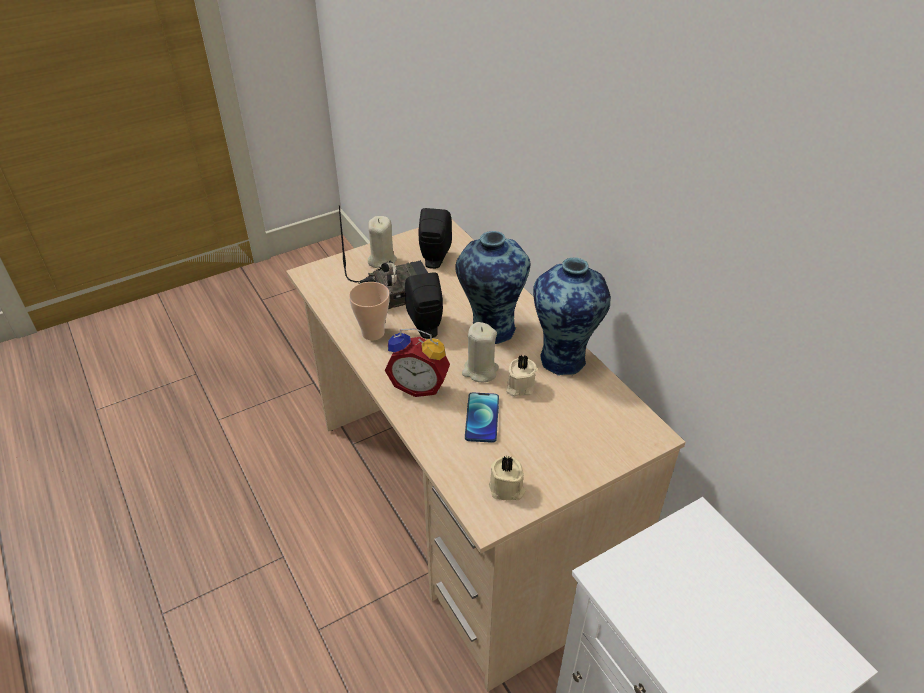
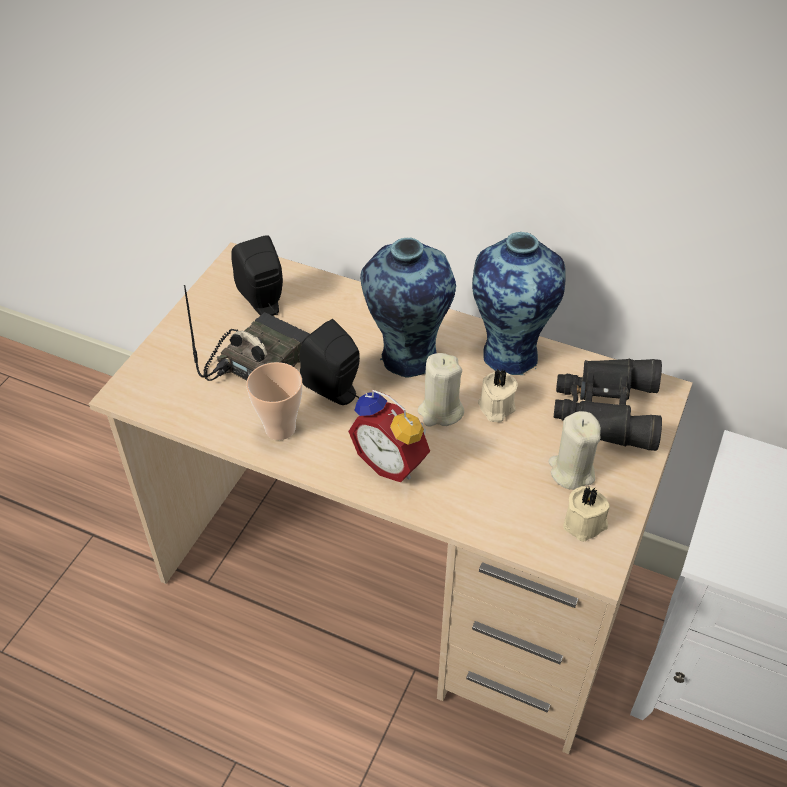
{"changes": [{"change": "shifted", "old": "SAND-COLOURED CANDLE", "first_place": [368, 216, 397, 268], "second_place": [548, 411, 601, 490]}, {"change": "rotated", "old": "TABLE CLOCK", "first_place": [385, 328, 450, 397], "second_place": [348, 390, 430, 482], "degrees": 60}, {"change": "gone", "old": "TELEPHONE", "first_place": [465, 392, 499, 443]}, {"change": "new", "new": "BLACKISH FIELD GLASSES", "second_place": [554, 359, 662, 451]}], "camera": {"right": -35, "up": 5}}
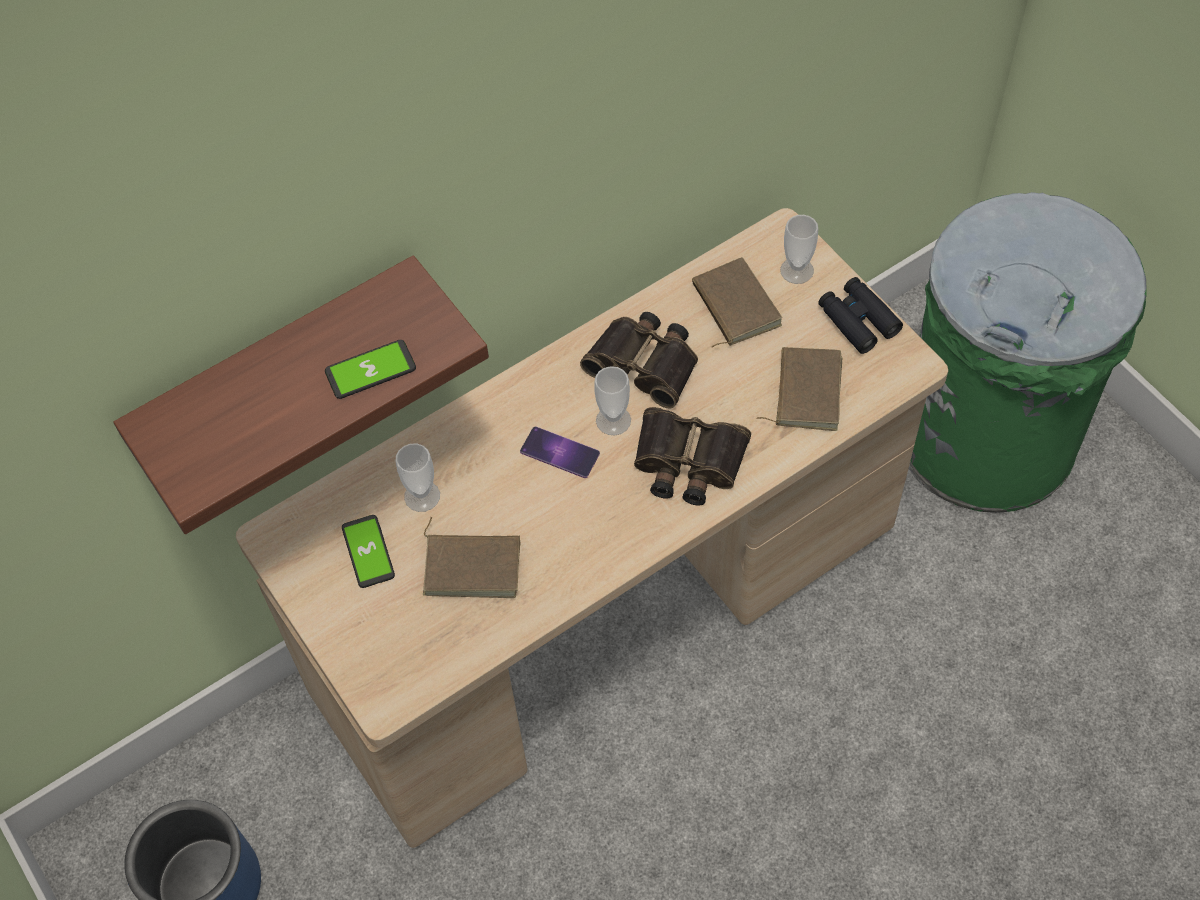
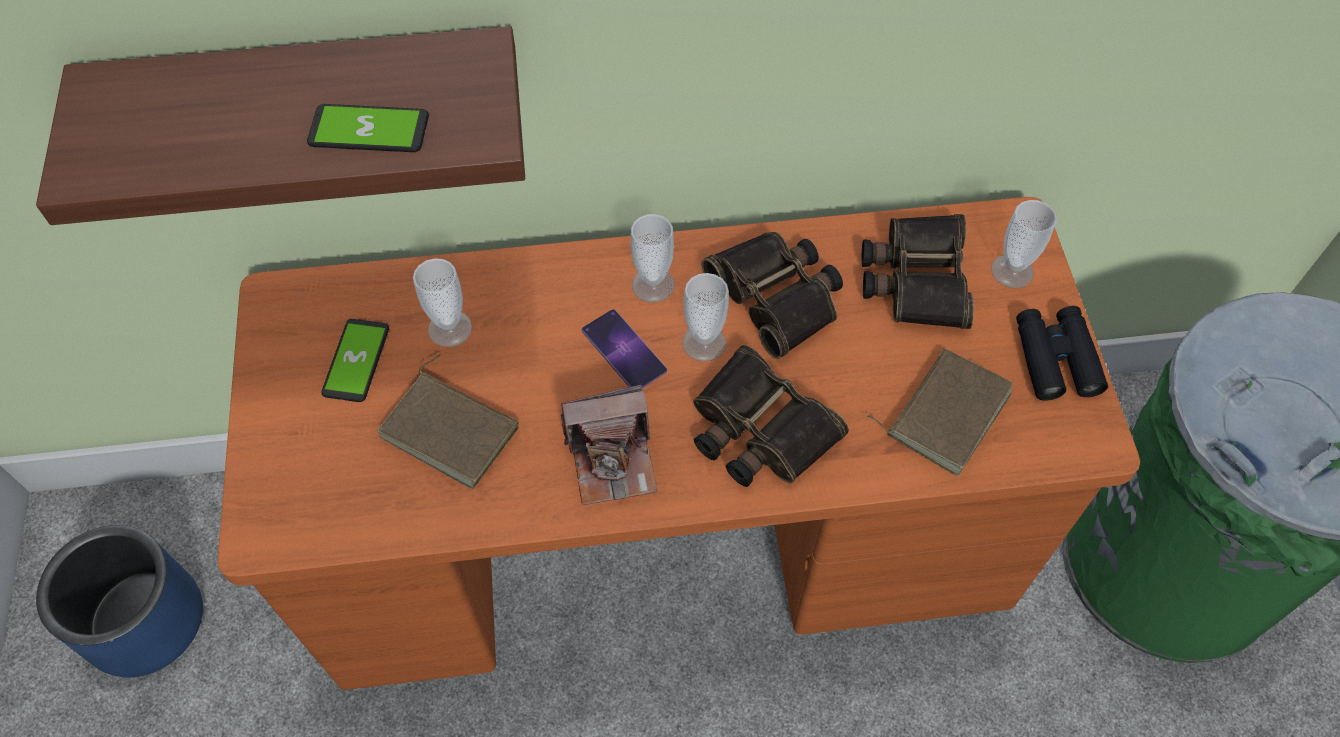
{"changes": [{"change": "repainted", "old": "SAND-COLOURED DESK TABLE", "new": "ORANGE-COLOURED DESK TABLE", "first_place": [236, 208, 948, 848], "second_place": [218, 197, 1140, 690]}, {"change": "swapped", "old": "BROWN-COLOURED BOOK", "new": "FIELD GLASSES", "first_place": [692, 257, 782, 348], "second_place": [862, 214, 974, 329]}, {"change": "new", "new": "DRINKING CUP", "second_place": [631, 214, 674, 303]}, {"change": "new", "new": "STILL CAMERA", "second_place": [561, 385, 658, 505]}], "camera": {"right": 25, "up": 0}}
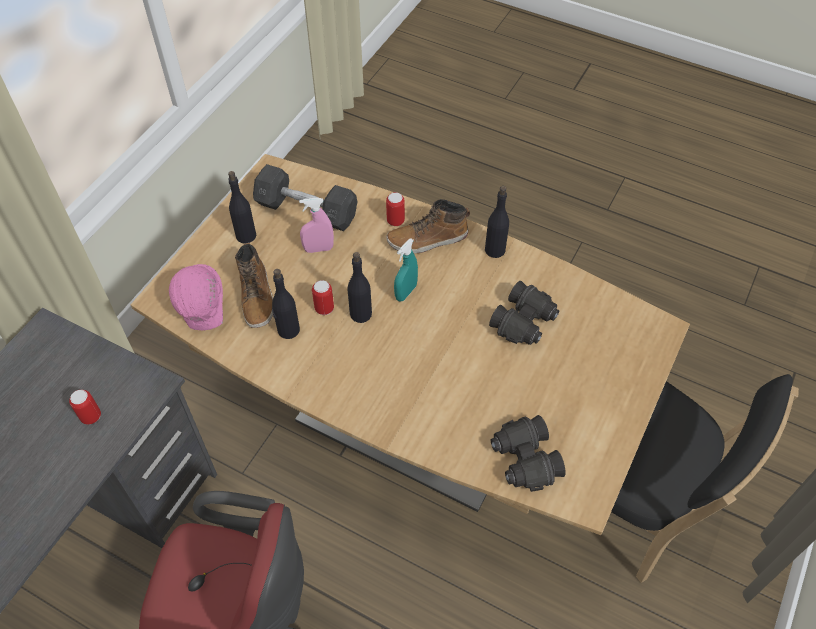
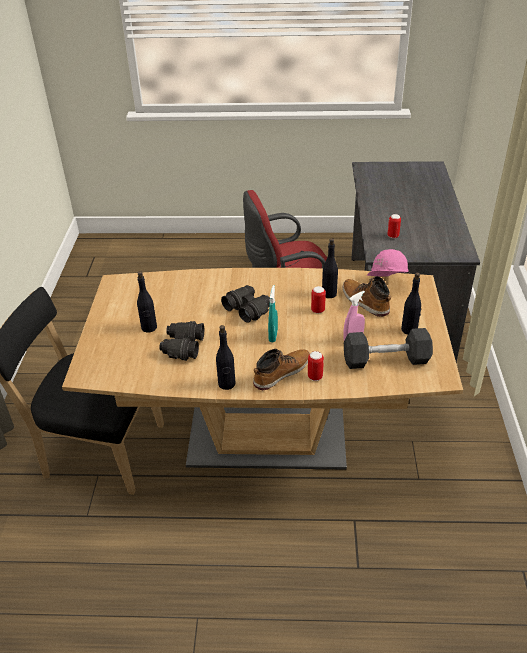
{"changes": [{"change": "shifted", "old": "BLACKISH BOTTLE", "first_place": [348, 252, 372, 323], "second_place": [137, 271, 157, 332]}, {"change": "shifted", "old": "BLACKISH FIELD GLASSES", "first_place": [491, 415, 566, 492], "second_place": [221, 285, 270, 323]}], "camera": {"right": 155, "up": -15}}
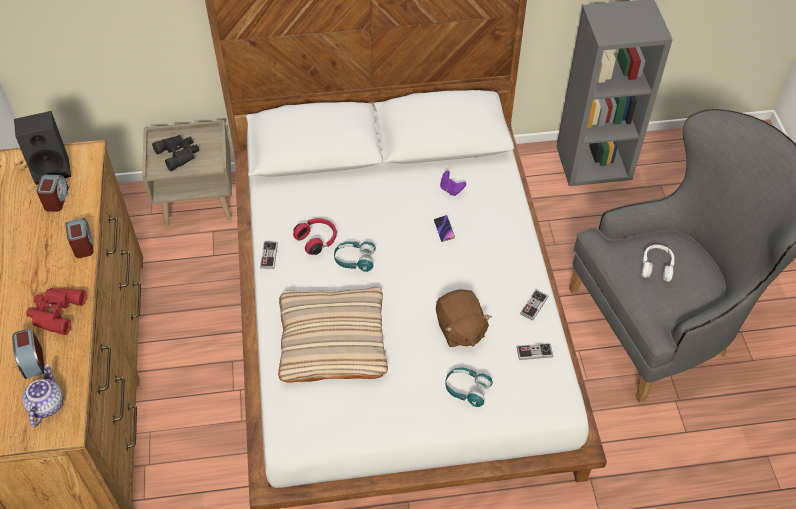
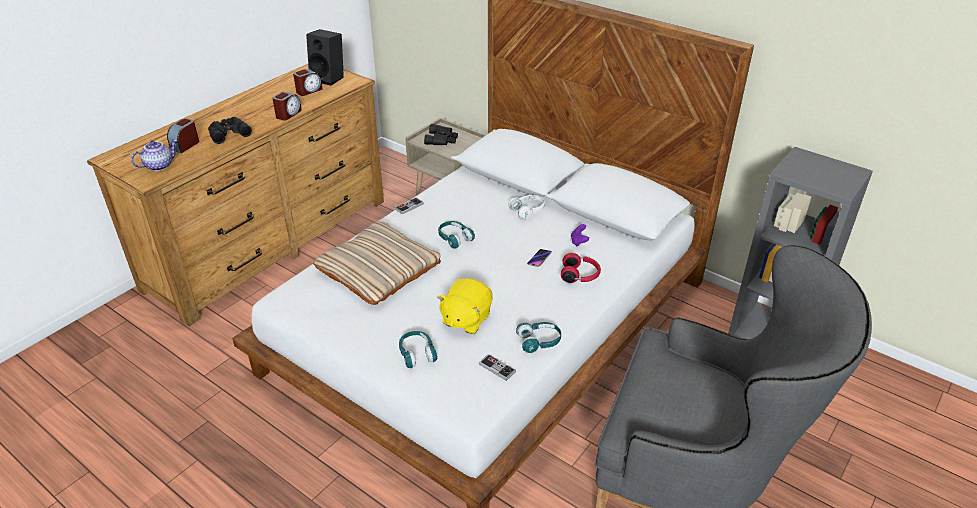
{"changes": [{"change": "shifted", "old": "RED HEADSET", "first_place": [293, 218, 337, 255], "second_place": [561, 253, 601, 283]}, {"change": "shifted", "old": "WHITISH HEADSET", "first_place": [642, 245, 675, 282], "second_place": [508, 195, 545, 219]}, {"change": "repainted", "old": "RED FIELD GLASSES", "new": "BLACKISH FIELD GLASSES", "first_place": [26, 288, 87, 335], "second_place": [208, 117, 252, 144]}, {"change": "repainted", "old": "BROWN-COLOURED SOFT TOY", "new": "YELLOW-COLOURED SOFT TOY", "first_place": [436, 289, 492, 347], "second_place": [437, 278, 493, 334]}, {"change": "swapped", "old": "GAME CONTROLLER", "new": "TURQUOISE-COLOURED HEADSET", "first_place": [520, 290, 549, 320], "second_place": [516, 322, 561, 353]}], "camera": {"right": 45, "up": -15}}
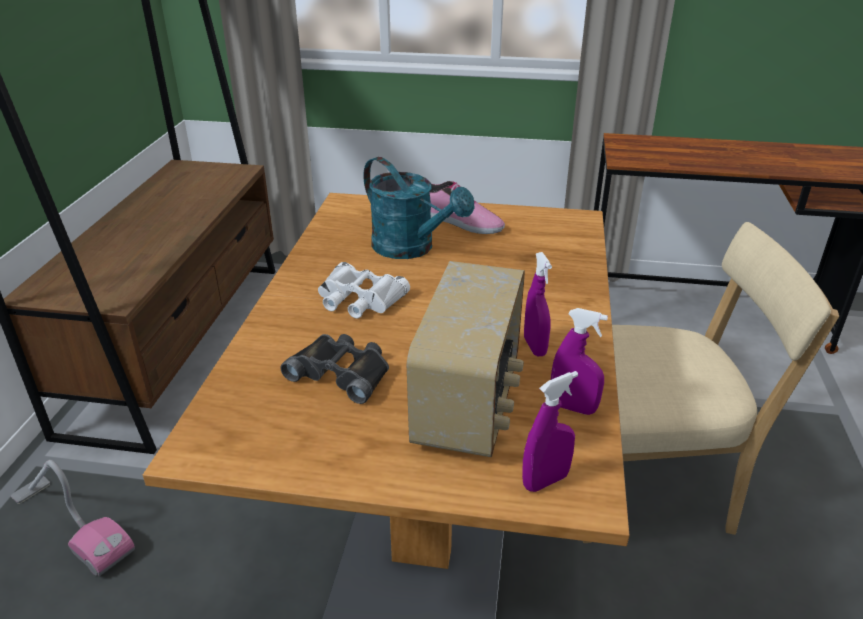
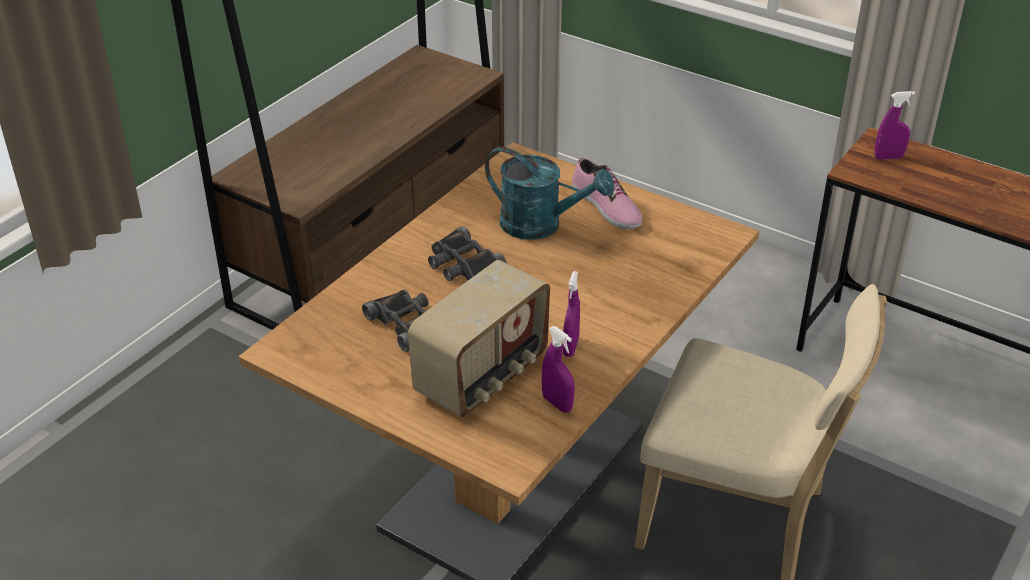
{"changes": [{"change": "rotated", "old": "TURQUOISE-COLOURED WATERING CAN", "first_place": [363, 157, 474, 259], "second_place": [485, 147, 614, 240], "degrees": -45}, {"change": "repainted", "old": "WHITISH FIELD GLASSES", "new": "BLACKISH FIELD GLASSES", "first_place": [318, 262, 410, 319], "second_place": [428, 226, 506, 281]}, {"change": "shifted", "old": "PURPLISH HAND SPRAYER", "first_place": [522, 371, 578, 492], "second_place": [875, 91, 915, 160]}, {"change": "gone", "old": "VACUUM", "first_place": [11, 460, 135, 576]}], "camera": {"right": 25, "up": 5}}
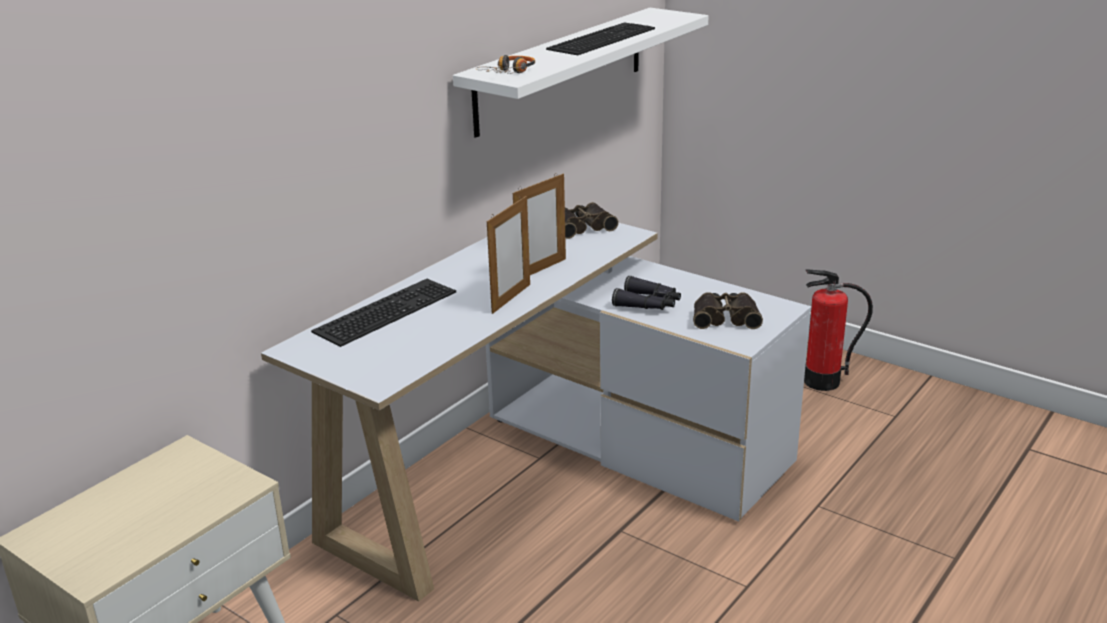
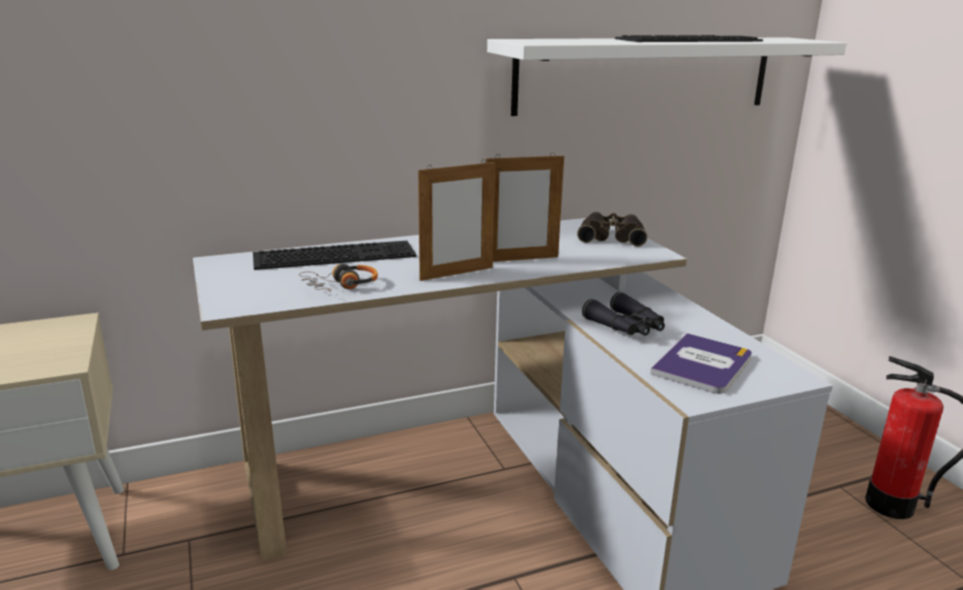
{"changes": [{"change": "shifted", "old": "HEADSET", "first_place": [476, 55, 535, 74], "second_place": [299, 264, 378, 292]}, {"change": "swapped", "old": "FIELD GLASSES", "new": "BOOK", "first_place": [693, 292, 763, 329], "second_place": [650, 333, 752, 394]}], "camera": {"right": 30, "up": -5}}
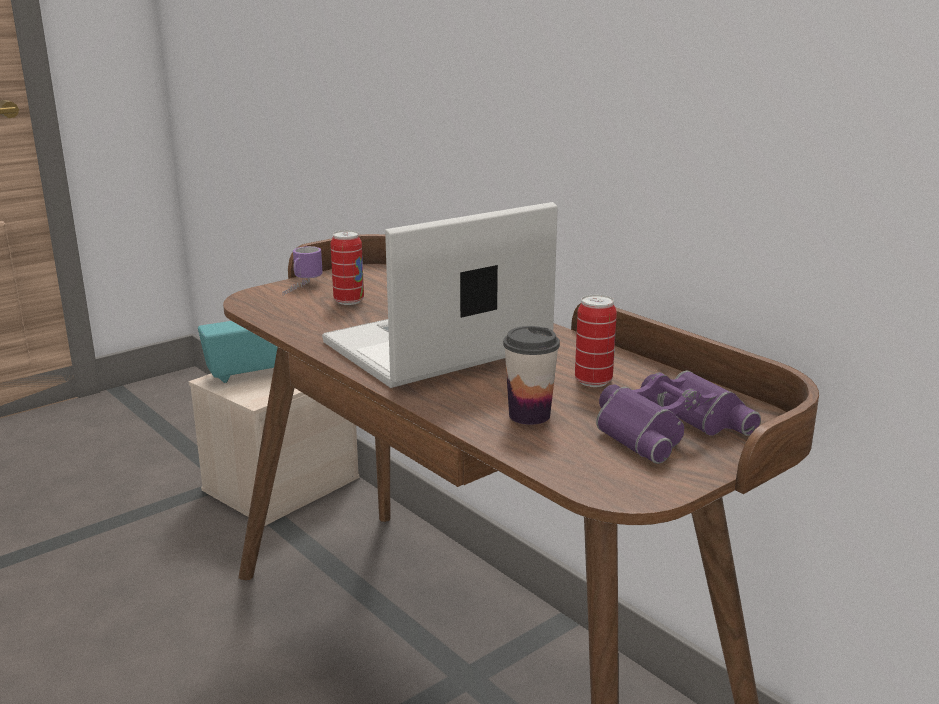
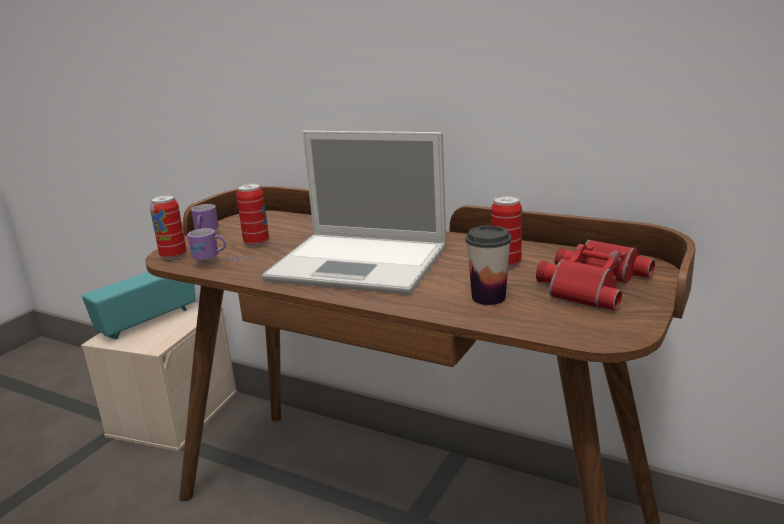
{"changes": [{"change": "rotated", "old": "NOTEBOOK COMPUTER", "first_place": [322, 202, 558, 388], "second_place": [262, 131, 446, 295], "degrees": -105}, {"change": "repainted", "old": "PURPLISH FIELD GLASSES", "new": "RED FIELD GLASSES", "first_place": [596, 371, 761, 464], "second_place": [536, 240, 655, 311]}, {"change": "new", "new": "METAL CAN", "second_place": [150, 195, 187, 260]}, {"change": "new", "new": "TEA MUG", "second_place": [187, 228, 251, 262]}], "camera": {"right": -20, "up": 0}}
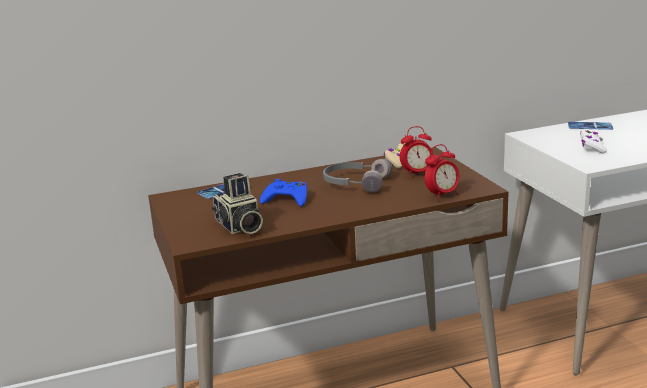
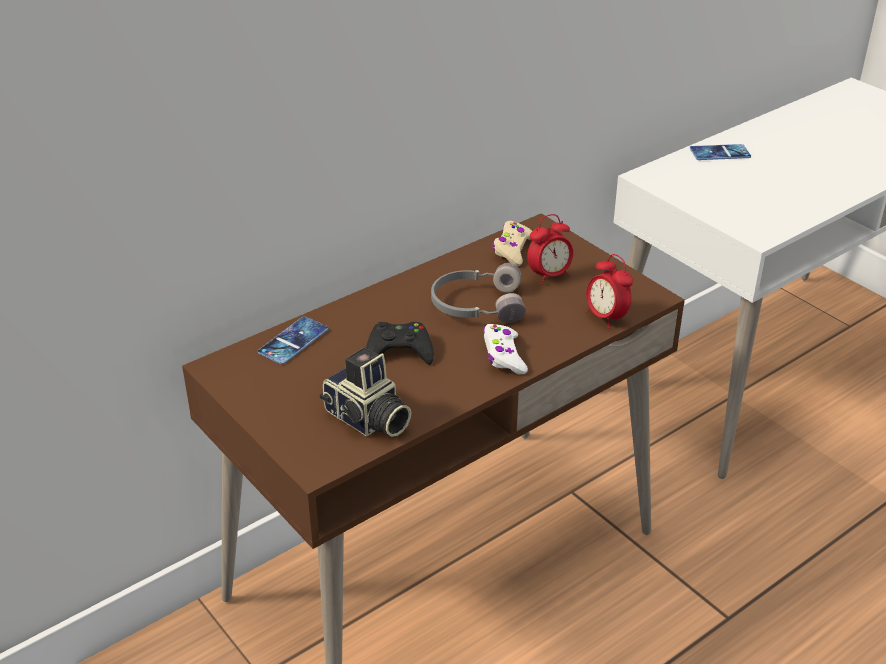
{"changes": [{"change": "shifted", "old": "WHITISH GAME CONTROLLER", "first_place": [580, 130, 607, 154], "second_place": [483, 324, 528, 375]}, {"change": "rotated", "old": "TABLE CLOCK", "first_place": [424, 144, 459, 200], "second_place": [586, 254, 633, 329], "degrees": 105}, {"change": "repainted", "old": "BLUE-COLOURED GAME CONTROLLER", "new": "BLACKISH GAME CONTROLLER", "first_place": [260, 179, 307, 207], "second_place": [366, 322, 434, 365]}], "camera": {"right": -20, "up": 15}}
